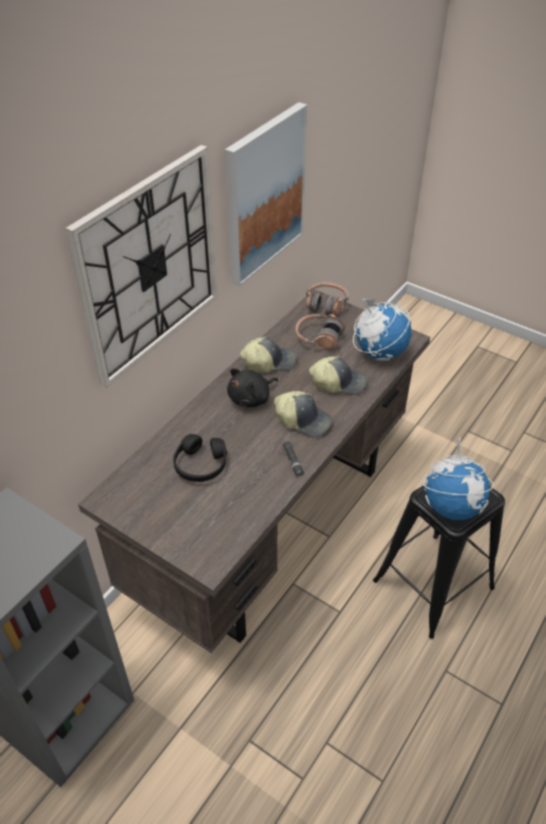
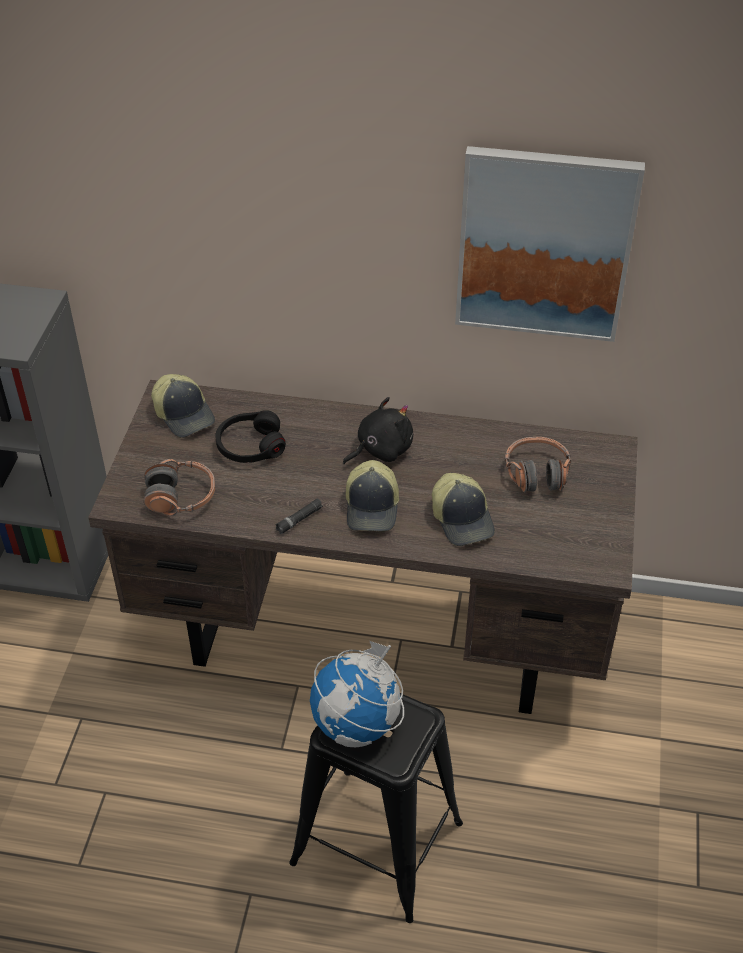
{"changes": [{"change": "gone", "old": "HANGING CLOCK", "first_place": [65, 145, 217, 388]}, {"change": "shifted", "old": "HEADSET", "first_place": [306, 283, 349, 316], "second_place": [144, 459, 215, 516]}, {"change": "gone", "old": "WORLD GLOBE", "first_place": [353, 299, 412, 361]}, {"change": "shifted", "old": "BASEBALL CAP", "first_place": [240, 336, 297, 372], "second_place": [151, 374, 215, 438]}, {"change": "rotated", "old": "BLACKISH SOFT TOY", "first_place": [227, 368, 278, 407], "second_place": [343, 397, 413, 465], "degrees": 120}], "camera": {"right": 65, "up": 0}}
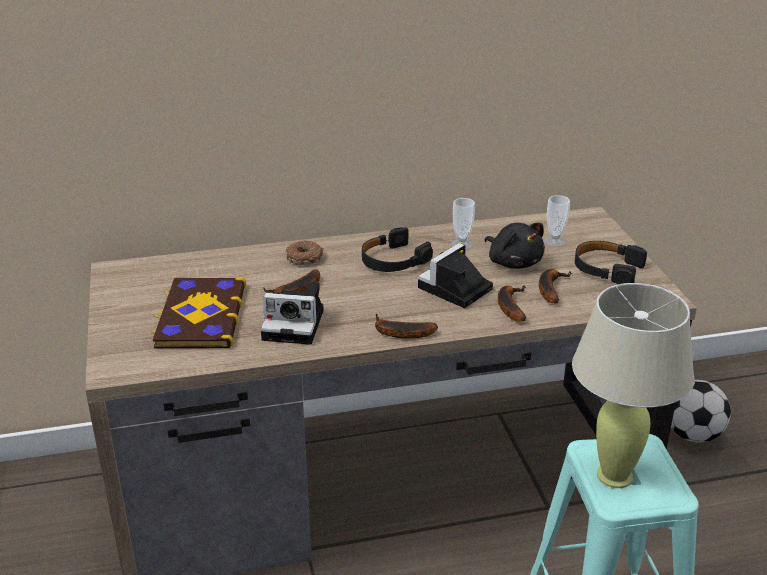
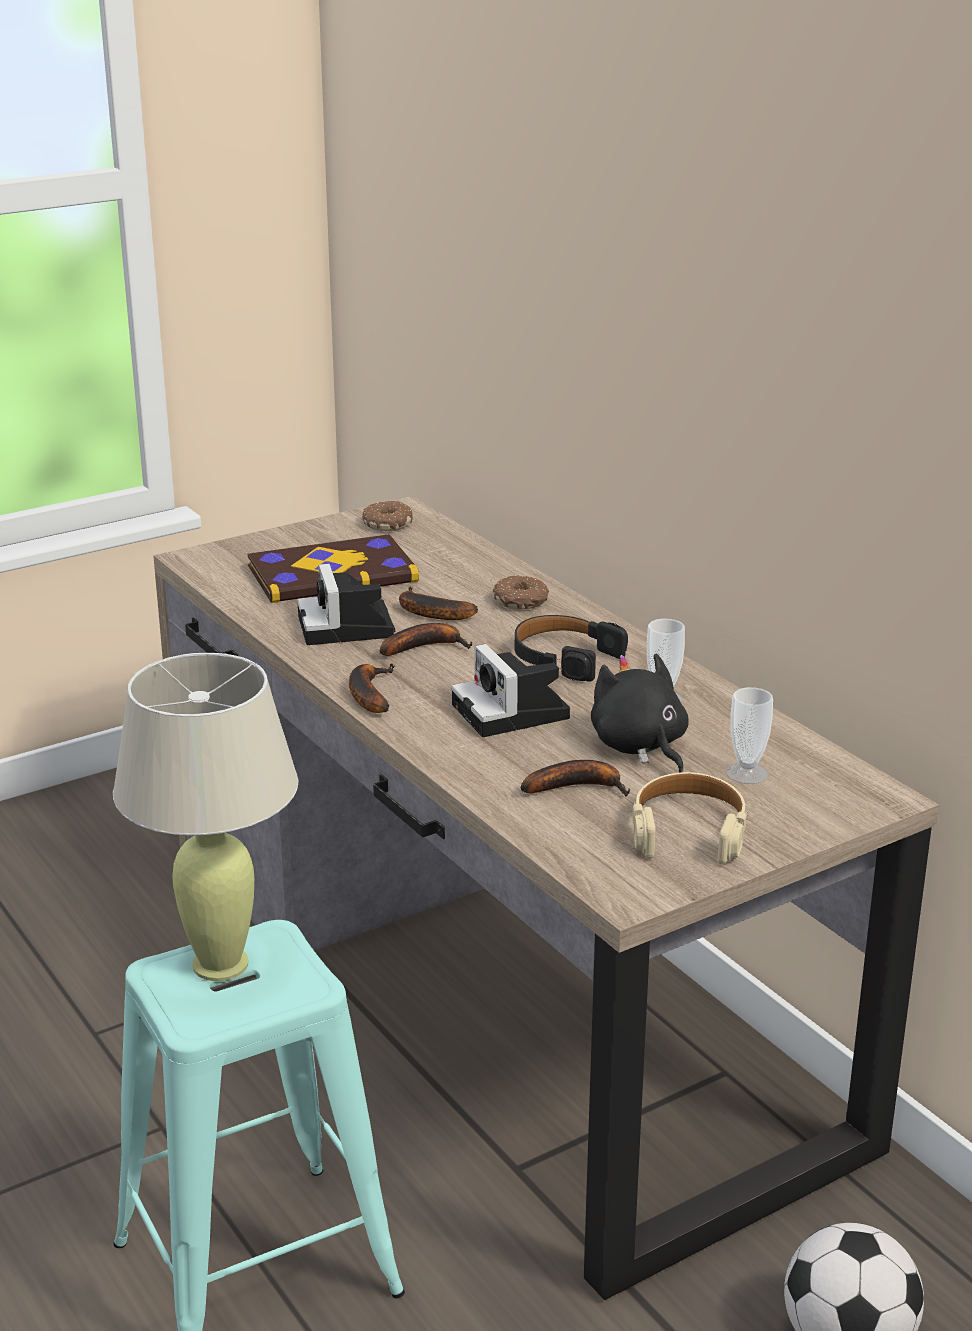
{"changes": [{"change": "rotated", "old": "BLACKISH SOFT TOY", "first_place": [484, 223, 545, 269], "second_place": [591, 653, 689, 773], "degrees": 120}, {"change": "repainted", "old": "BLACKISH HEADSET", "new": "SAND-COLOURED HEADSET", "first_place": [575, 241, 647, 284], "second_place": [632, 772, 748, 864]}, {"change": "rotated", "old": "STILL CAMERA", "first_place": [418, 243, 493, 308], "second_place": [452, 644, 570, 737], "degrees": -135}, {"change": "shifted", "old": "BANANA FRUIT", "first_place": [498, 285, 526, 322], "second_place": [380, 623, 473, 656]}, {"change": "new", "new": "DOUGHNUT", "second_place": [362, 501, 413, 531]}], "camera": {"right": 70, "up": -5}}
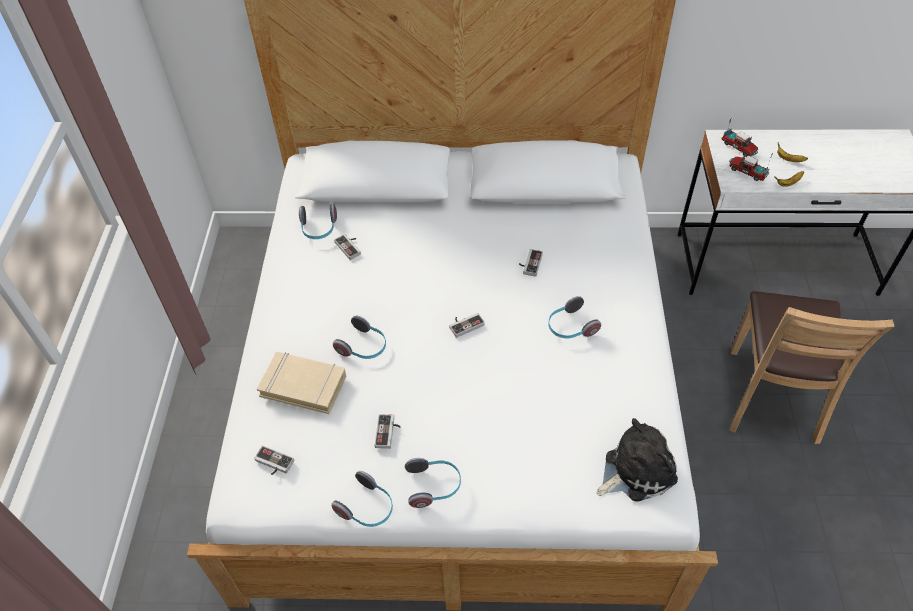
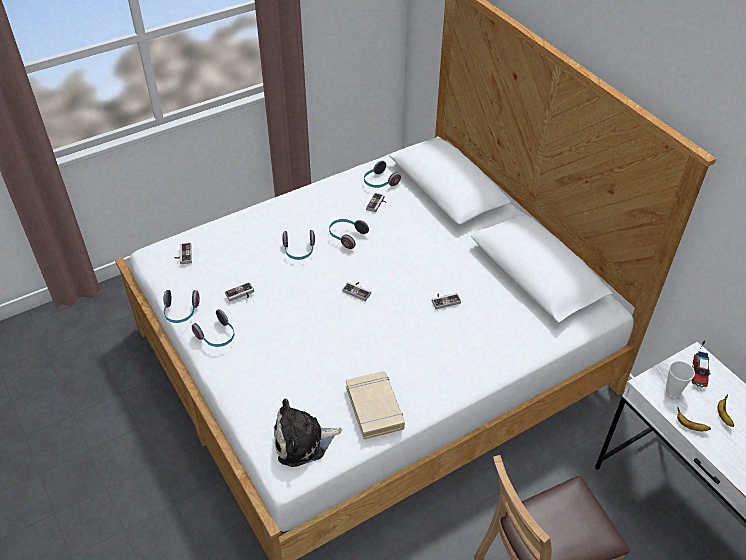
{"changes": [{"change": "swapped", "old": "MODEL TRUCK", "new": "DRINKING CUP", "first_place": [729, 152, 773, 181], "second_place": [666, 361, 695, 396]}, {"change": "shifted", "old": "HEADSET", "first_place": [548, 296, 601, 339], "second_place": [329, 219, 369, 249]}, {"change": "shifted", "old": "SAND-COLOURED BOOK", "first_place": [257, 352, 346, 414], "second_place": [346, 371, 405, 440]}, {"change": "rotated", "old": "SOFT TOY", "first_place": [597, 418, 678, 502], "second_place": [274, 399, 342, 467], "degrees": 135}], "camera": {"right": 55, "up": -5}}
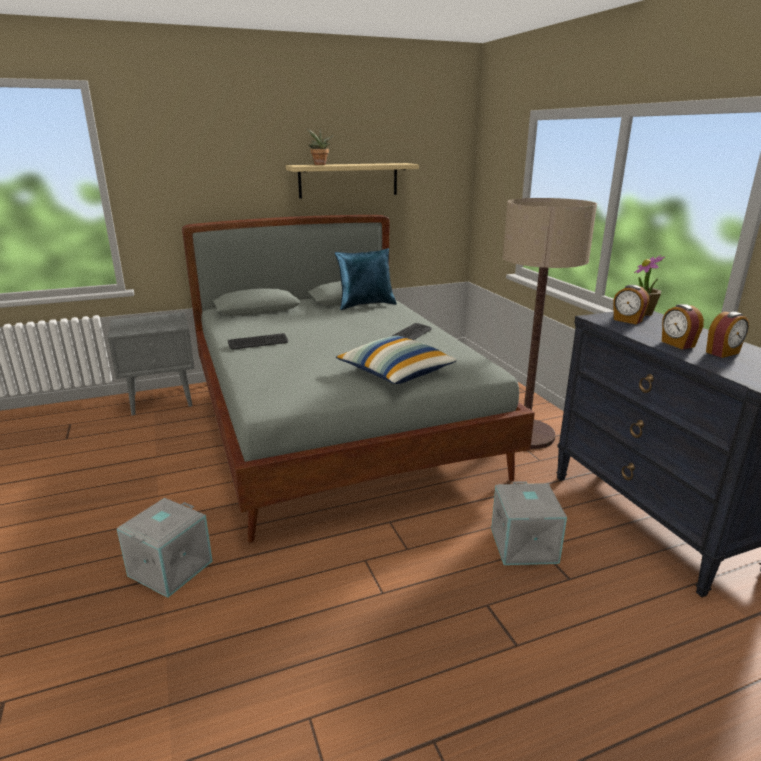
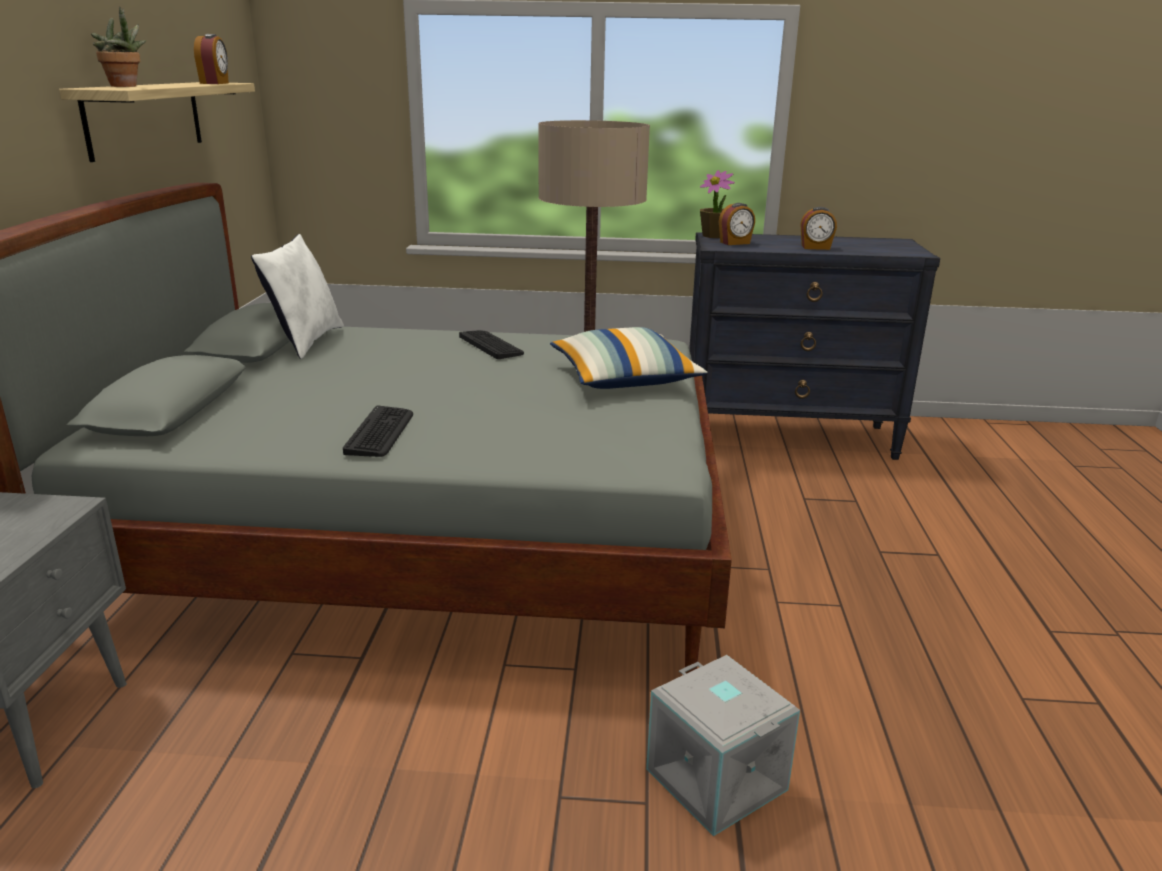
{"changes": [{"change": "repainted", "old": "BLUE-COLOURED THROW PILLOW", "new": "WHITISH THROW PILLOW", "first_place": [335, 248, 397, 310], "second_place": [251, 234, 344, 359]}, {"change": "shifted", "old": "TABLE CLOCK", "first_place": [706, 312, 749, 358], "second_place": [194, 34, 229, 84]}, {"change": "gone", "old": "GRAY STORAGE BOX", "first_place": [491, 481, 567, 565]}], "camera": {"right": -65, "up": 0}}
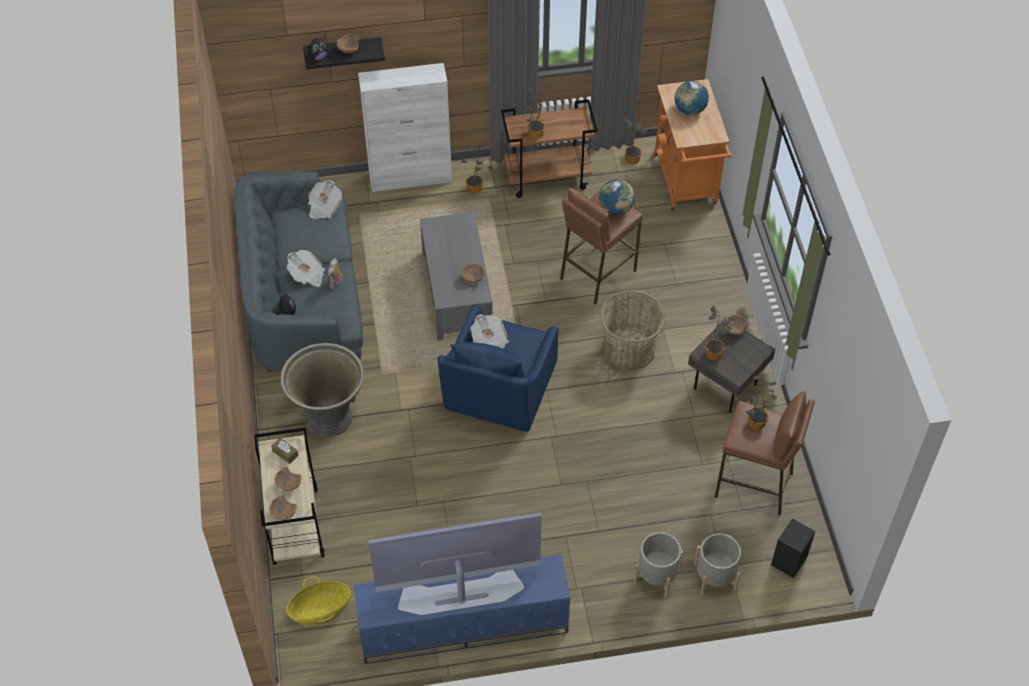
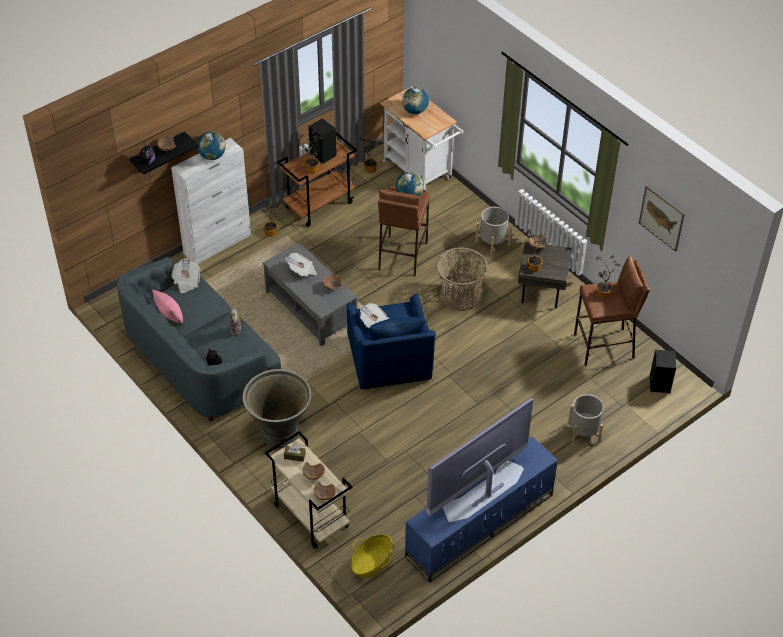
{"changes": [{"change": "repainted", "old": "ORANGE-COLOURED CART", "new": "WHITISH CART", "first_place": [652, 79, 732, 211], "second_place": [380, 87, 463, 192]}, {"change": "shifted", "old": "PRINTED PAPER", "first_place": [287, 250, 325, 287], "second_place": [286, 253, 317, 277]}, {"change": "shifted", "old": "GRAY FLOWER POT", "first_place": [694, 533, 741, 595], "second_place": [476, 207, 512, 255]}, {"change": "new", "new": "BLACKISH AUDIO SPEAKER", "second_place": [308, 118, 337, 164]}, {"change": "new", "new": "WORLD GLOBE", "second_place": [197, 131, 226, 160]}, {"change": "new", "new": "WALL PICTURE", "second_place": [639, 185, 685, 252]}, {"change": "new", "new": "PINK THROW PILLOW", "second_place": [152, 290, 183, 323]}], "camera": {"right": -30, "up": -5}}
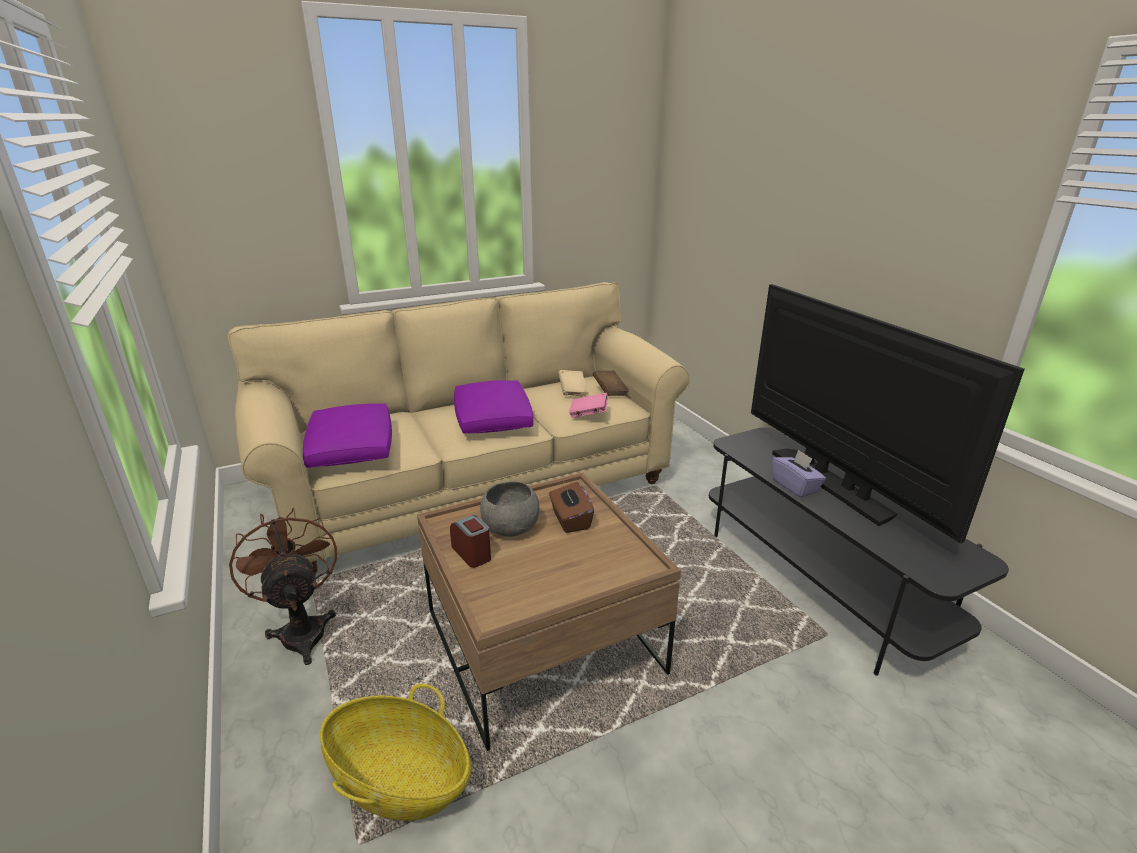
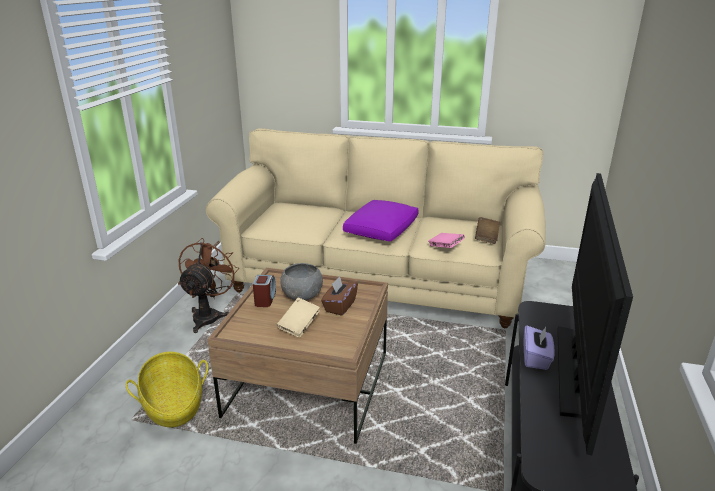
{"changes": [{"change": "shifted", "old": "SAND-COLOURED BOOK", "first_place": [558, 370, 588, 397], "second_place": [277, 298, 320, 337]}, {"change": "gone", "old": "PURPLISH THROW PILLOW", "first_place": [303, 403, 392, 468]}], "camera": {"right": 40, "up": 0}}
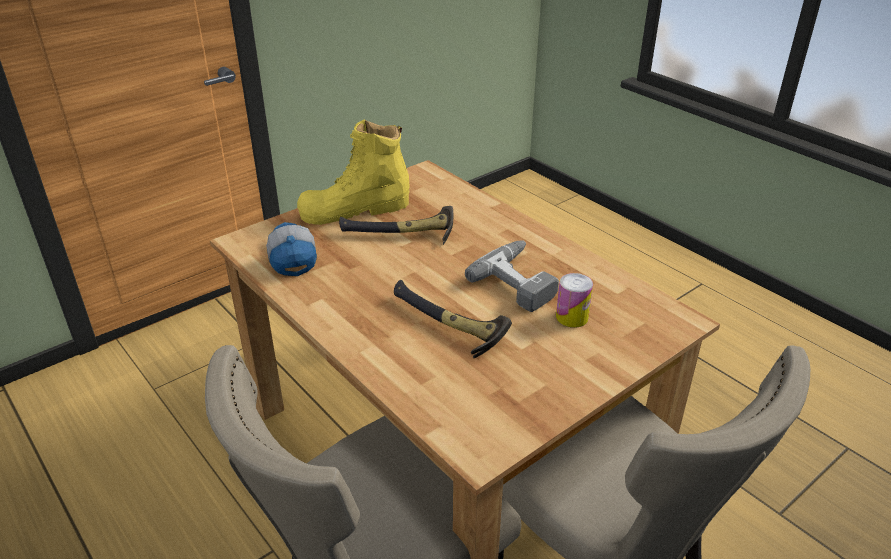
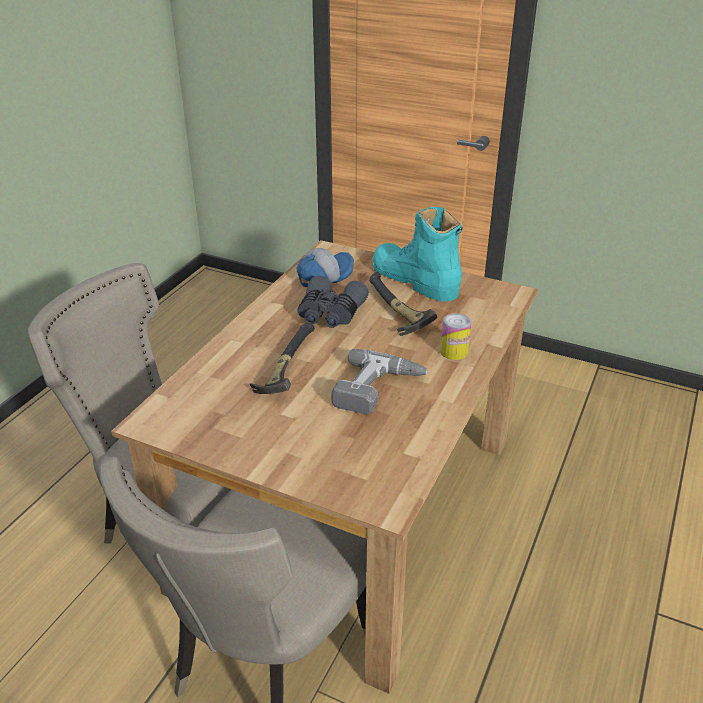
{"changes": [{"change": "repainted", "old": "YELLOW-COLOURED BOOT", "new": "TURQUOISE-COLOURED BOOT", "first_place": [297, 119, 410, 225], "second_place": [373, 207, 463, 302]}, {"change": "shifted", "old": "METAL CAN", "first_place": [556, 273, 593, 328], "second_place": [440, 313, 471, 360]}, {"change": "new", "new": "GRAY FIELD GLASSES", "second_place": [297, 276, 369, 328]}], "camera": {"right": 65, "up": 0}}
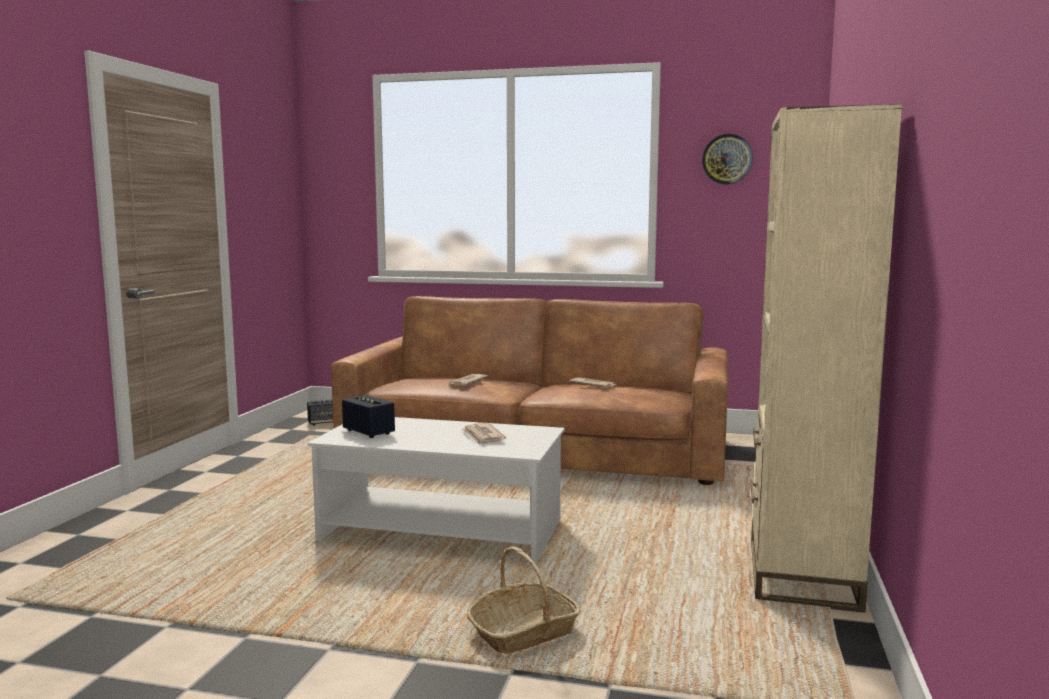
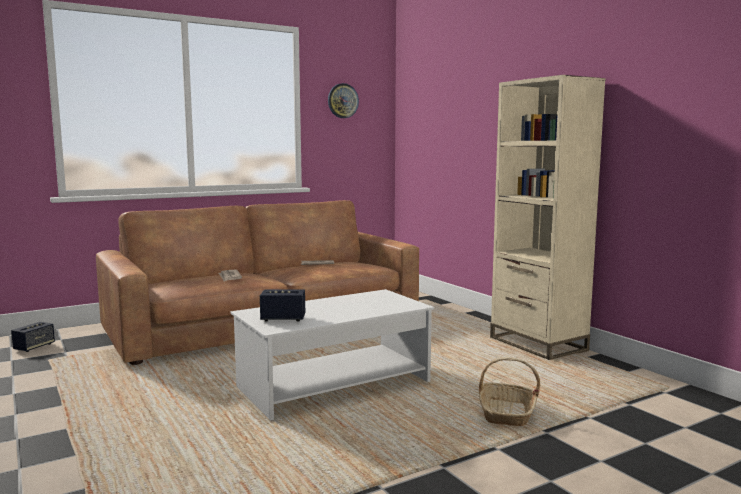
{"changes": [{"change": "gone", "old": "PRINTED PAPER", "first_place": [462, 423, 506, 446]}], "camera": {"right": -45, "up": 0}}
